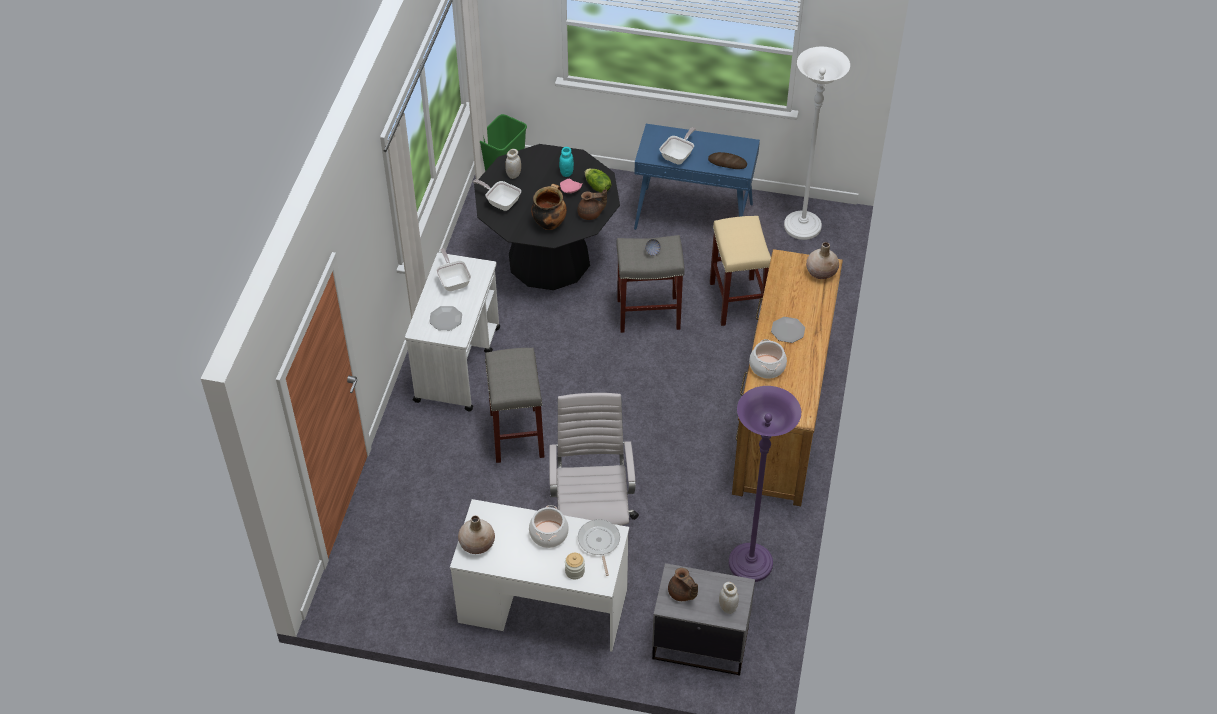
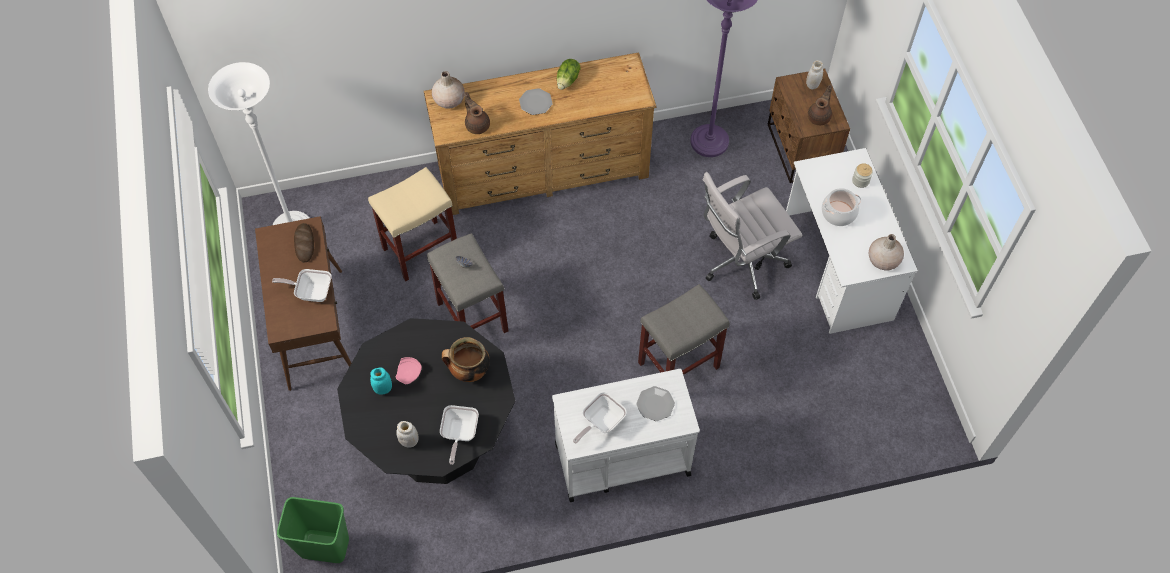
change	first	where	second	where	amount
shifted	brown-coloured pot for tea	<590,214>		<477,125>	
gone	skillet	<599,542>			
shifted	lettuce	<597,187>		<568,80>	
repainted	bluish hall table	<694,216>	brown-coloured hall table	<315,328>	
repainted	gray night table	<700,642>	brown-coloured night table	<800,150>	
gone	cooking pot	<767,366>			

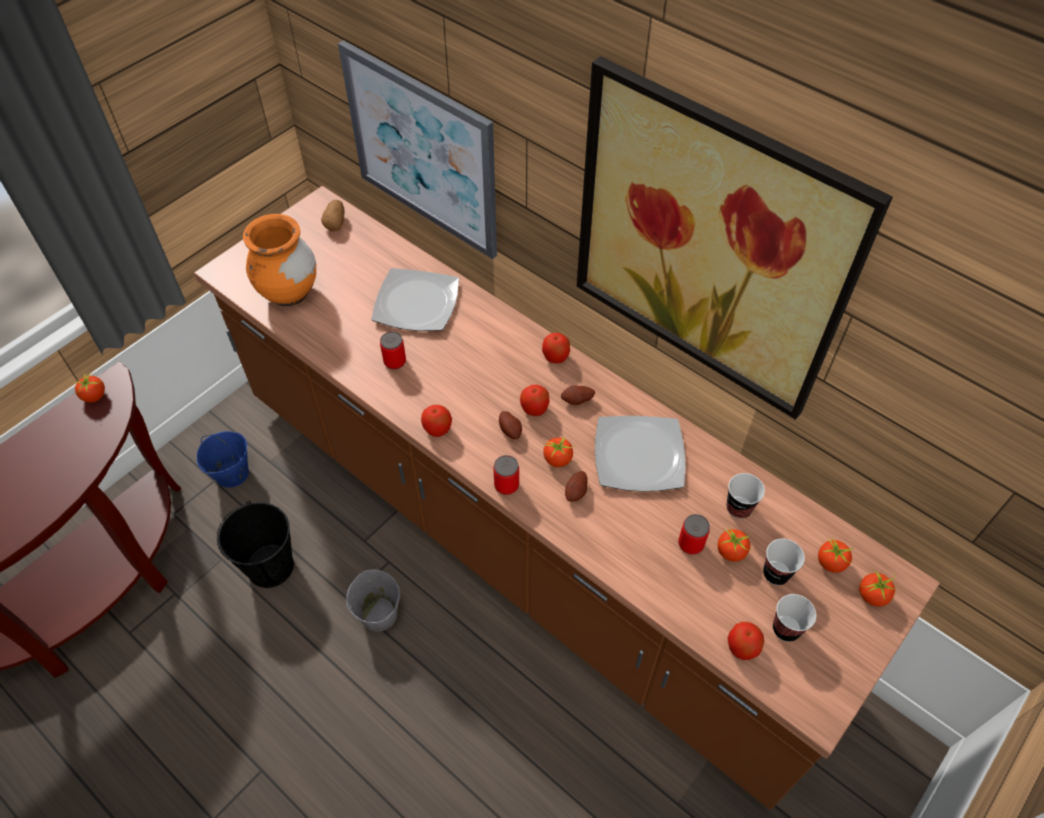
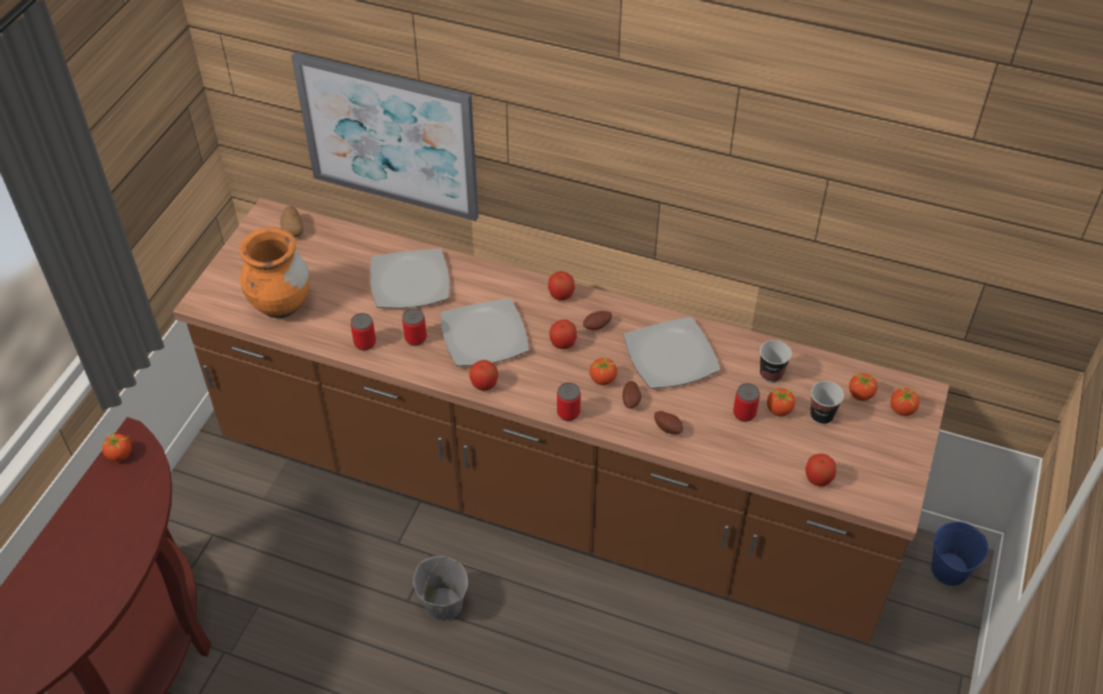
change	first	where	second	where	amount
shifted	bluish water bucket	<232,474>		<949,570>	
gone	black water bucket	<270,566>			
shifted	potato	<510,430>		<668,428>	
gone	wall picture	<709,245>			
gone	drinking cup	<786,629>			
new			metal can	<365,343>	
new			dinner plate	<483,336>	

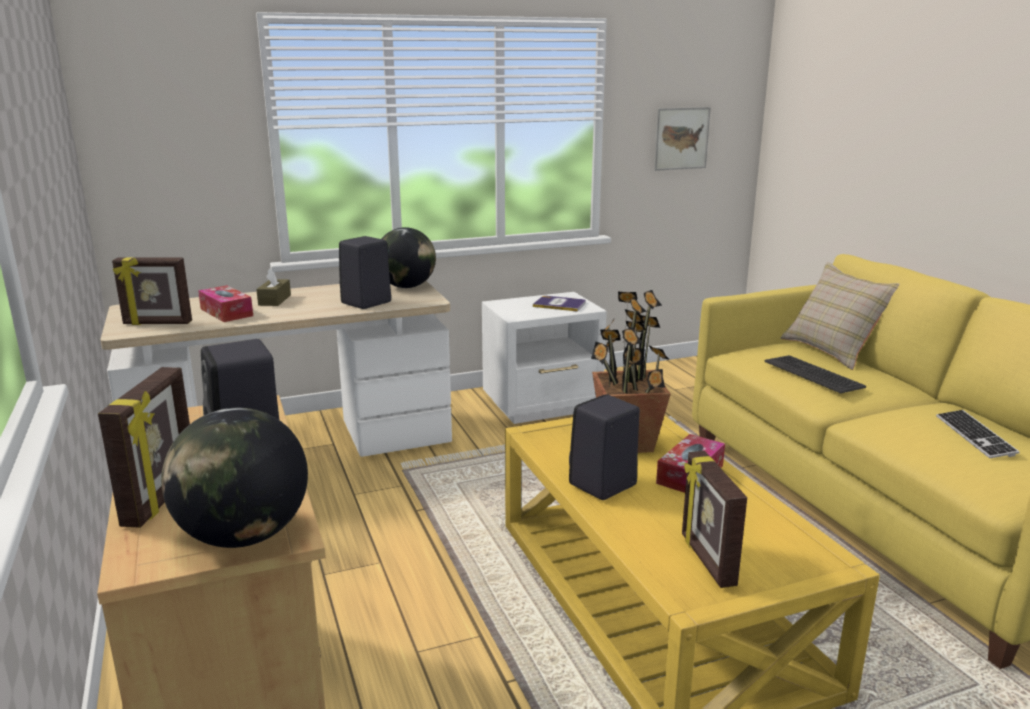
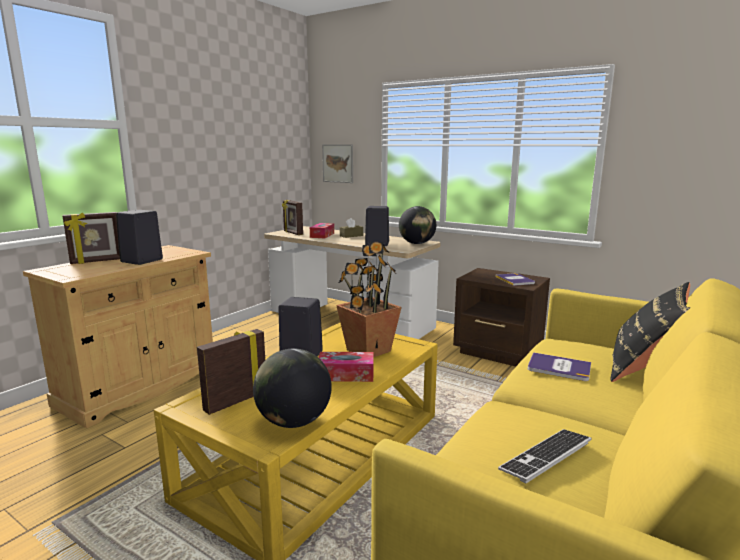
change	first	where	second	where	amount
shifted	world globe	<244,536>		<294,422>	
repainted	white-coloured night table	<544,406>	brown-coloured night table	<498,353>	
shifted	wall picture	<681,138>		<338,163>	
swapped	keyboard	<813,374>	volume	<559,368>	
repainted	beige pillow	<833,351>	black pillow	<644,368>	

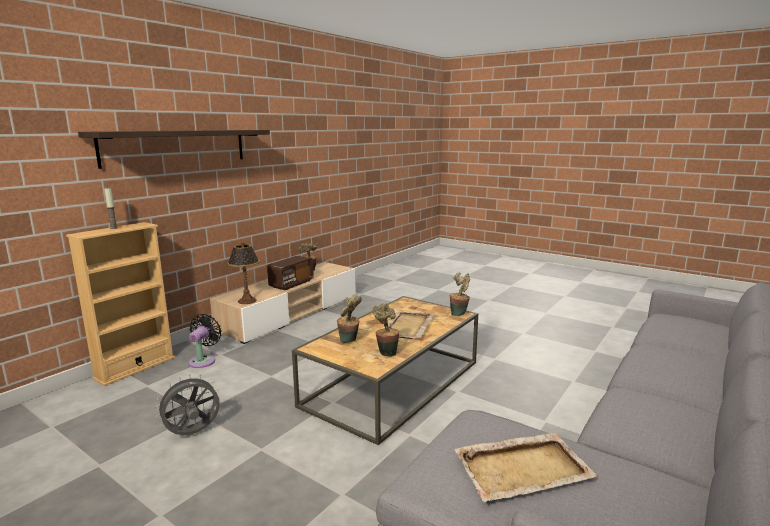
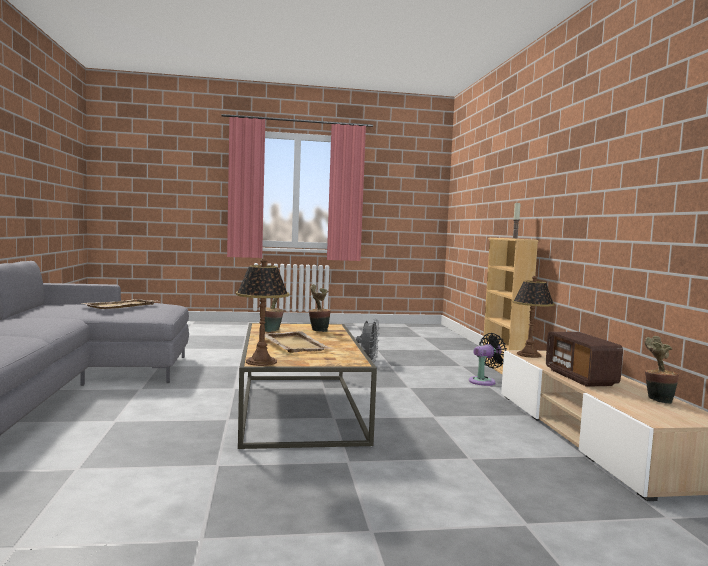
change	first	where	second	where	amount
gone	bracket shelf	<177,147>			
rotated	black fan	<204,360>		<484,381>	90 degrees counterclockwise
swapped	potted plant	<459,314>	tabletop lamp	<261,362>	

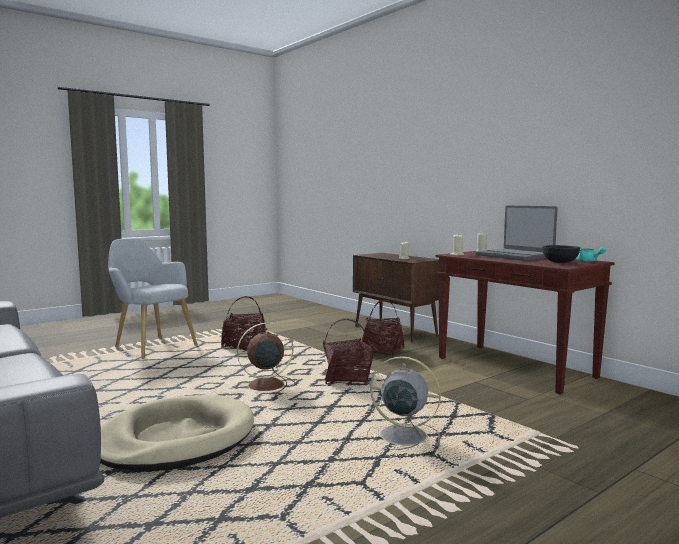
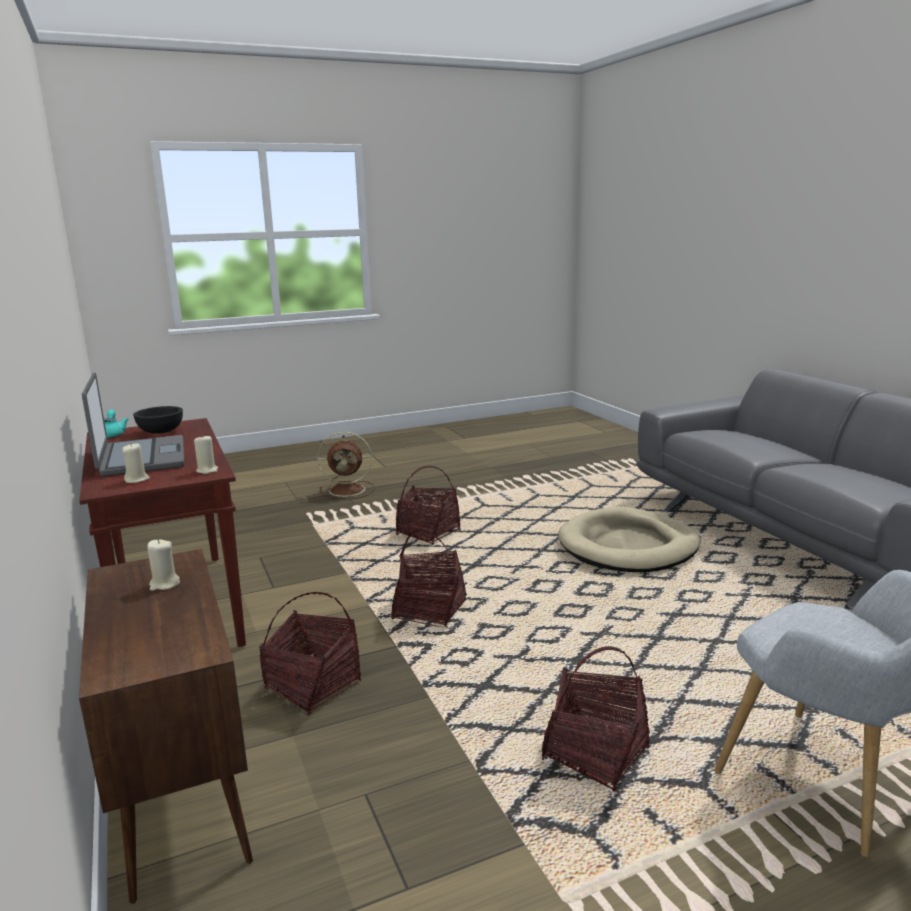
change	first	where	second	where	amount
shifted	brown-coloured fan	<264,386>		<349,490>	
swapped	gray fan	<401,435>	basket	<429,533>	

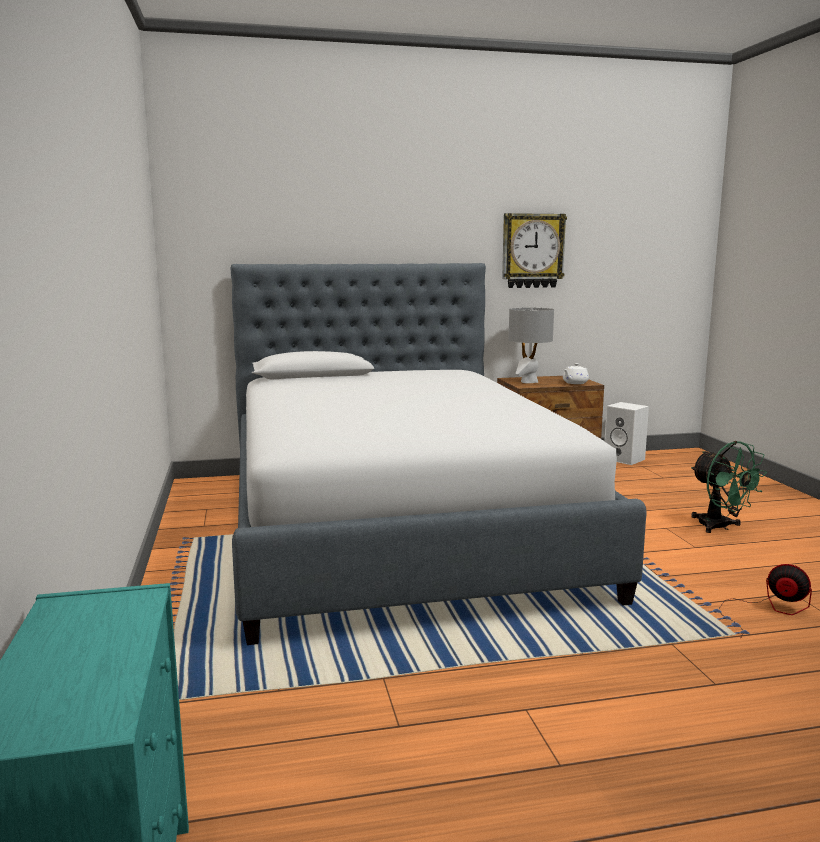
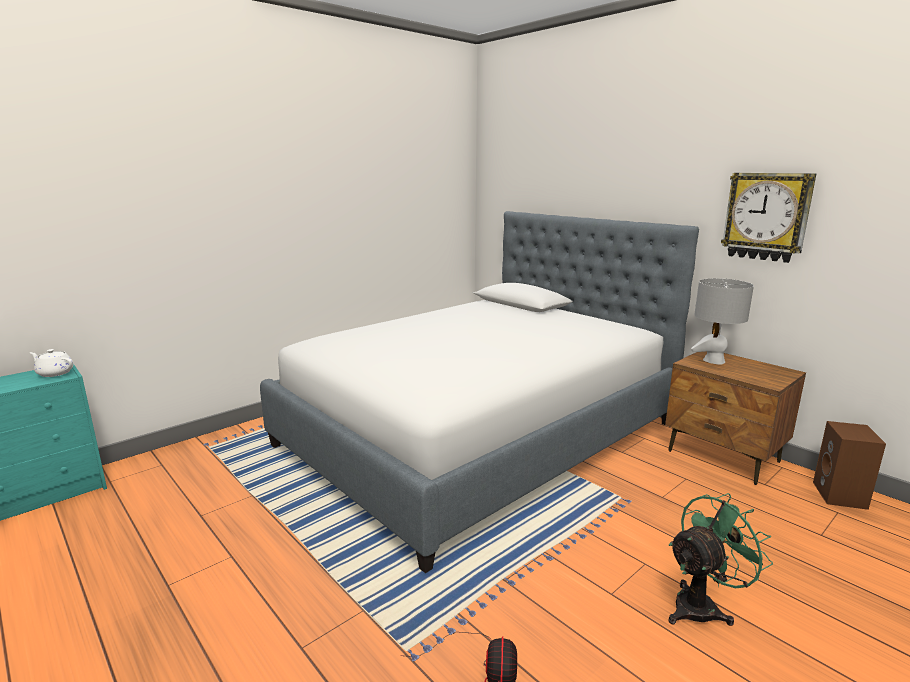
change	first	where	second	where	amount
shifted	white-coloured pot for tea	<574,383>		<54,373>	
repainted	white-coloured speaker	<625,459>	brown-coloured speaker	<841,496>	
rotated	green fan	<720,527>		<702,605>	150 degrees counterclockwise

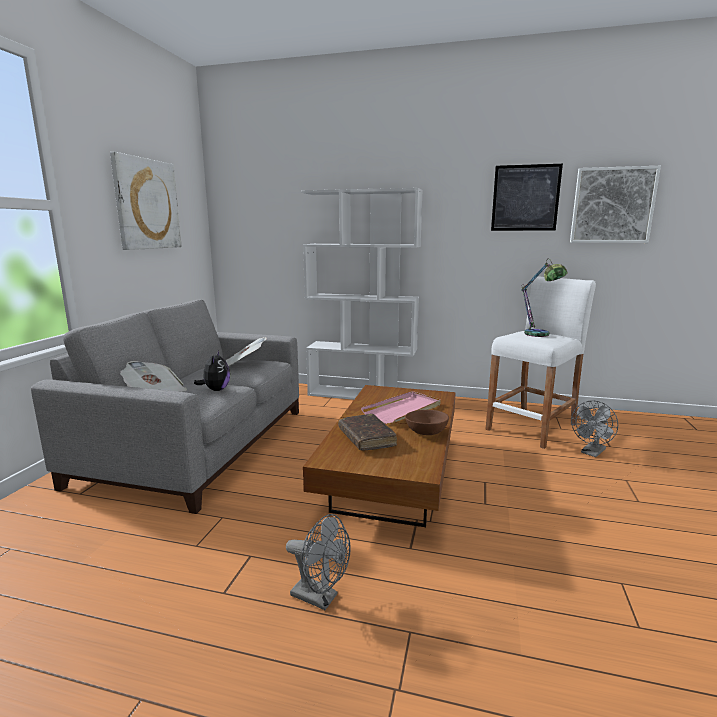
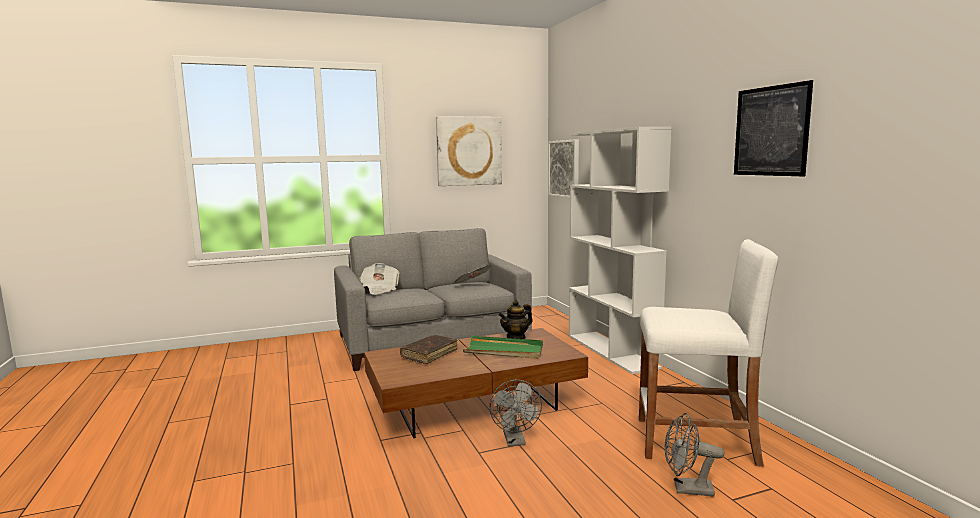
change	first	where	second	where	amount
gone	soft toy	<216,390>			
shifted	gray fan	<320,597>		<515,441>	
repainted	pinkish serving tray	<403,410>	green serving tray	<504,350>	
gone	brown-coloured bowl	<427,432>			
gone	tabletop lamp	<539,336>			
shifted	wall picture	<612,205>		<564,168>	
new			pot for tea	<516,337>	

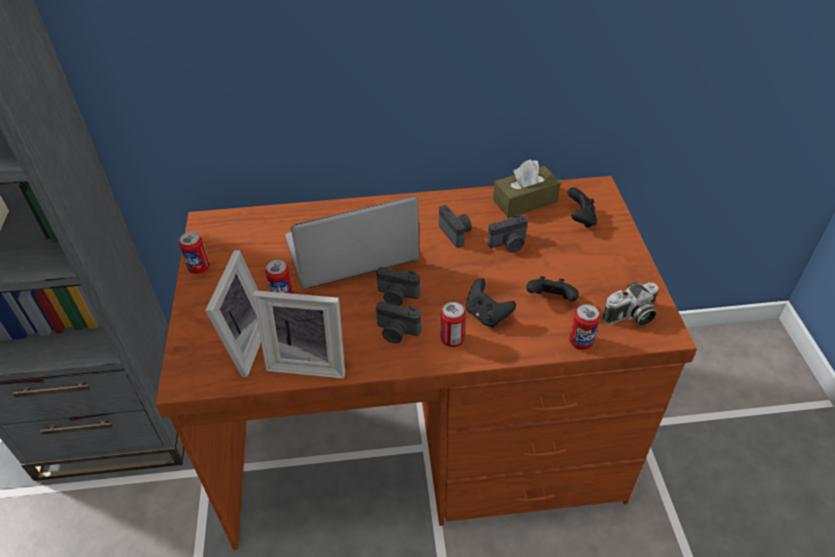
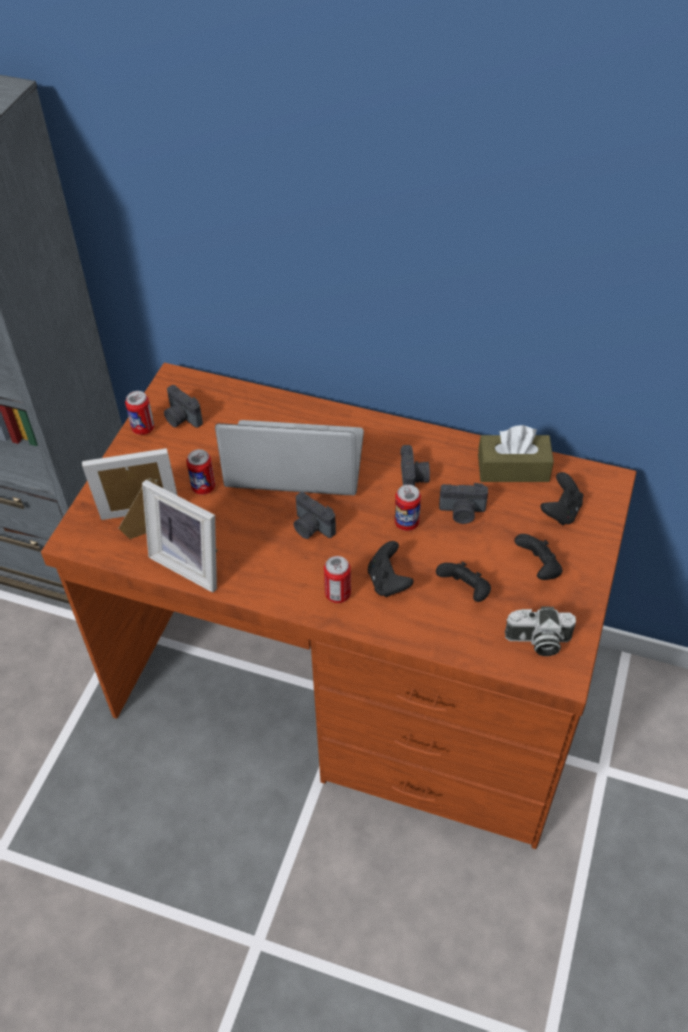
change	first	where	second	where	amount
rotated	picture frame	<242,344>		<141,523>	135 degrees counterclockwise
shifted	still camera	<396,332>		<181,418>	
shifted	metal can	<580,342>		<406,523>	
new			black gamepad	<538,568>	

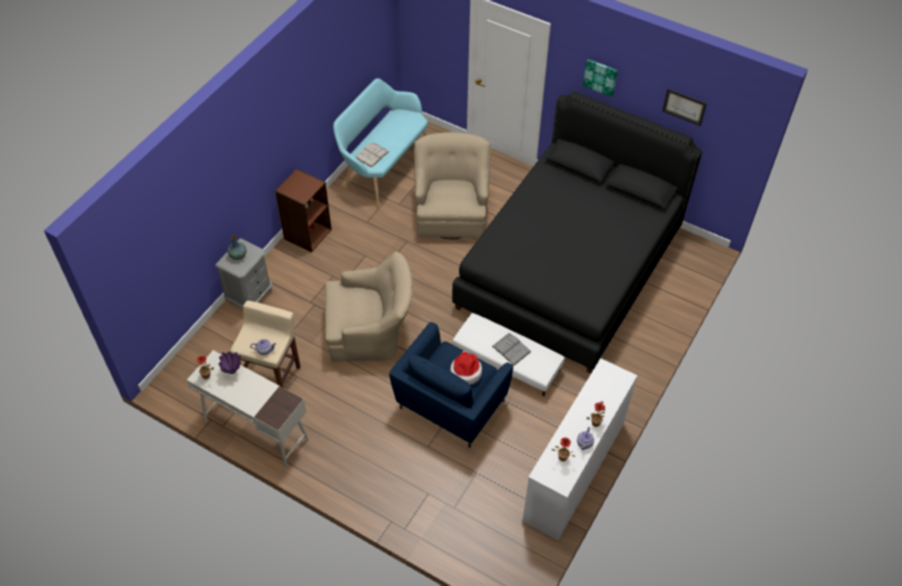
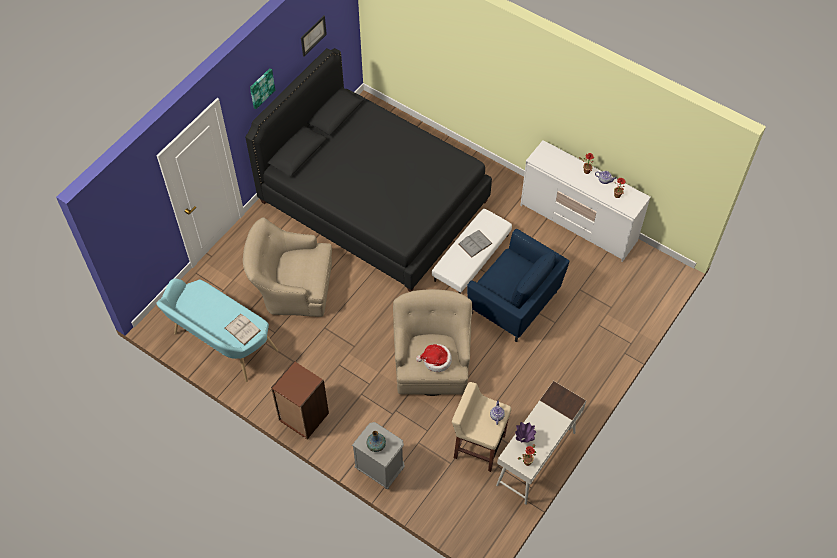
change	first	where	second	where	amount
shifted	clothing hat	<465,372>		<436,360>	

